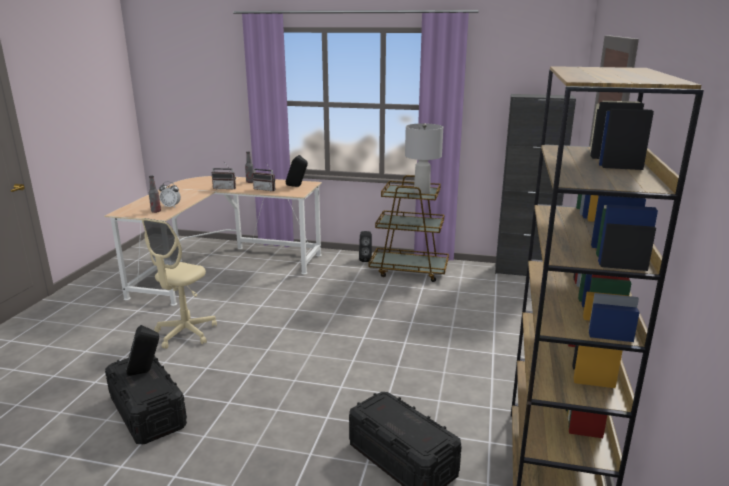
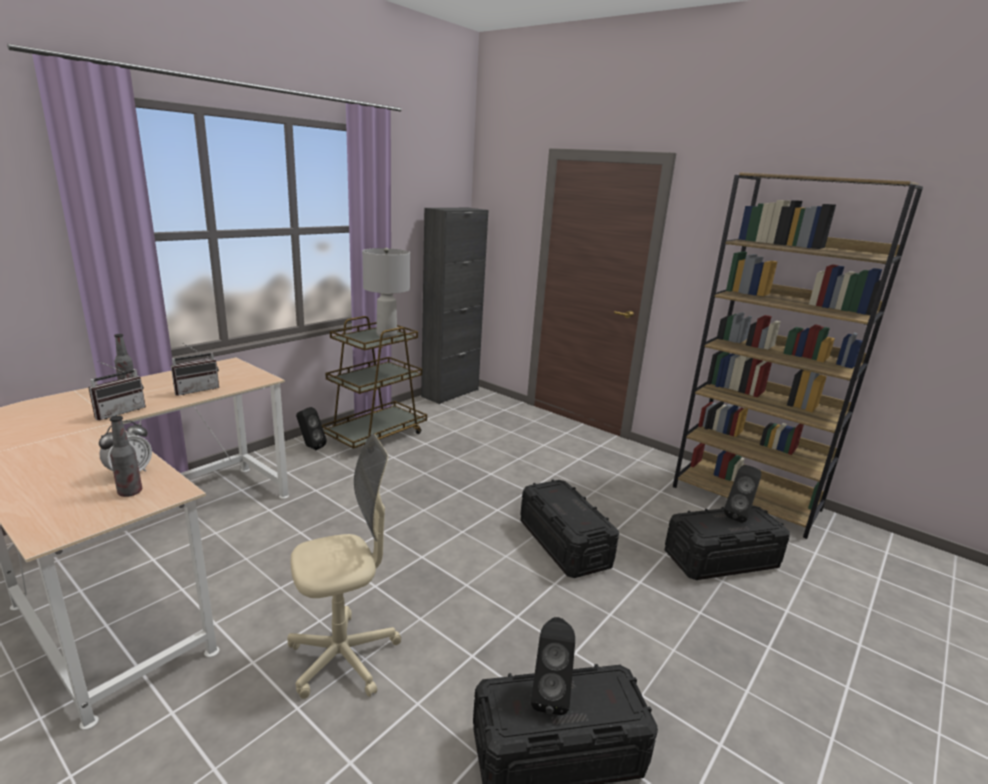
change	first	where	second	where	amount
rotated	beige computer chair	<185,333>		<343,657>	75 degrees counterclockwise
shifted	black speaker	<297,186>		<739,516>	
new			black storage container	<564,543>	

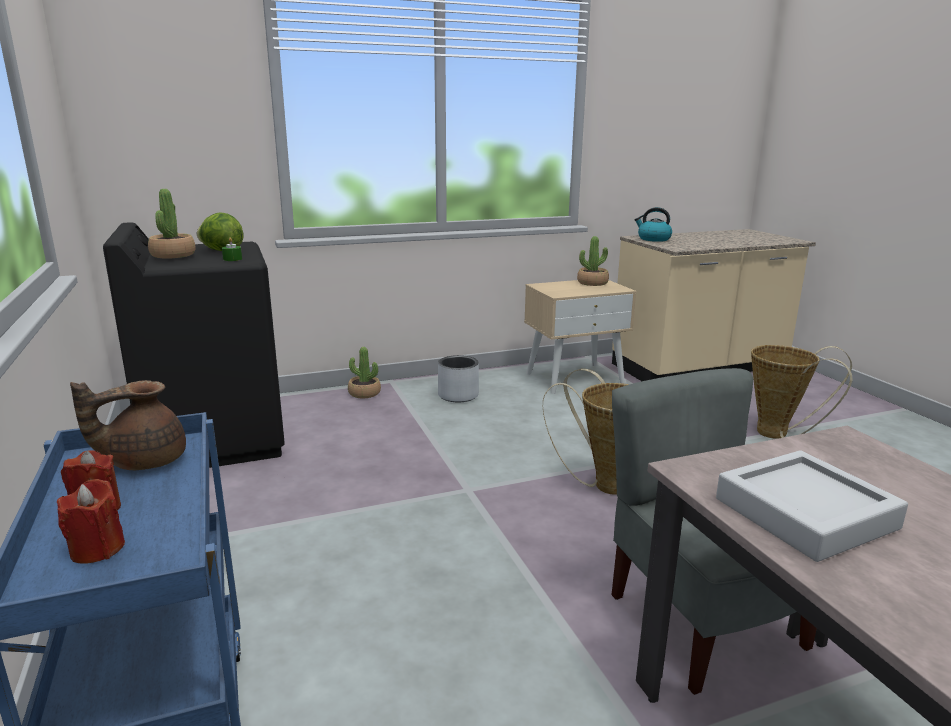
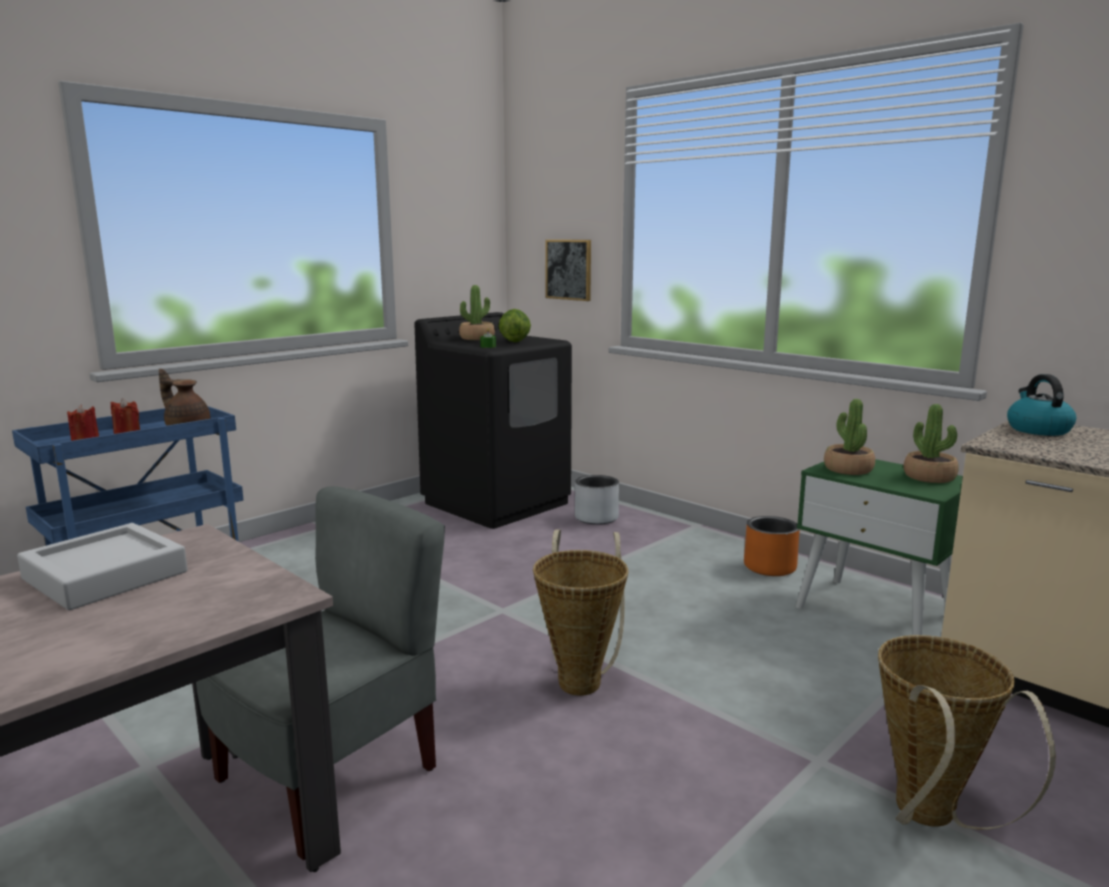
change	first	where	second	where	amount
shifted	potted plant	<364,393>		<848,469>	
shifted	gray flower pot	<458,395>		<597,518>	
repainted	beige night table	<575,378>	green night table	<874,611>	
new			wall picture	<569,269>	
new			orangey flower pot	<769,567>	

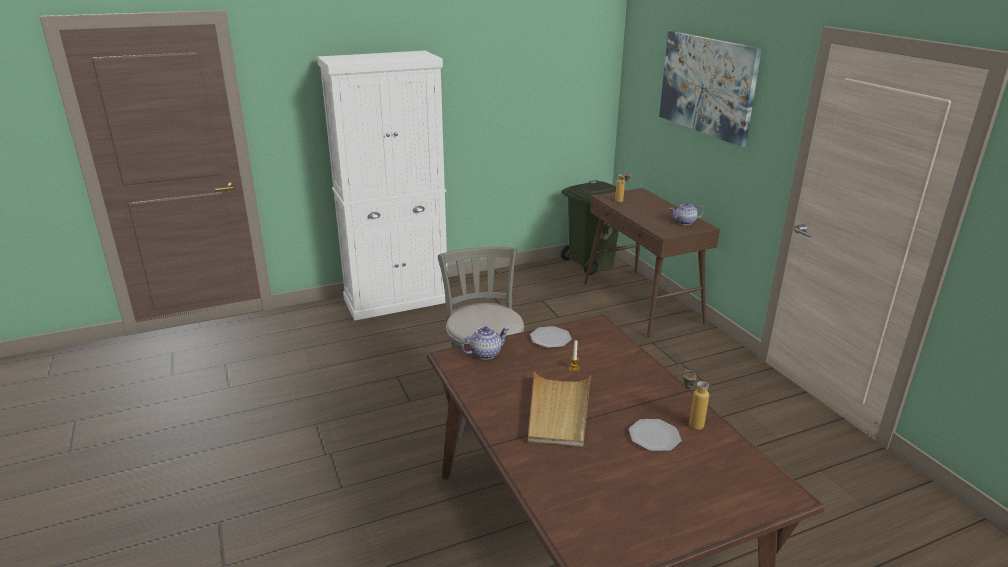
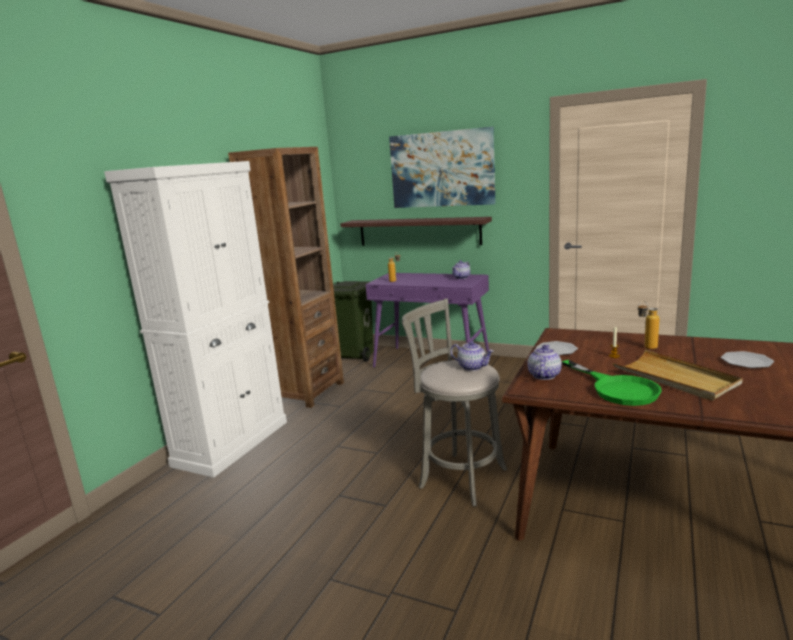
change	first	where	second	where	amount
repainted	brown-coloured hall table	<642,302>	purple-coloured hall table	<432,362>	
shifted	beverage bottle	<690,423>		<646,348>	
new			brown-coloured shelving unit	<306,391>	
new			bracket shelf	<418,232>	
new			pot for tea	<472,367>	
new			green skillet	<617,389>	

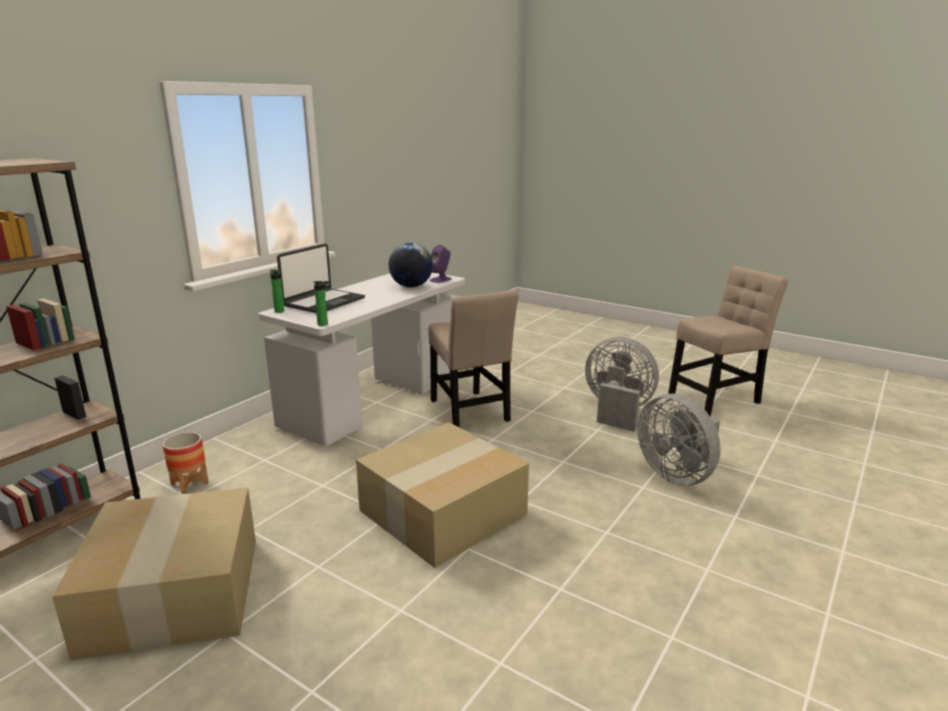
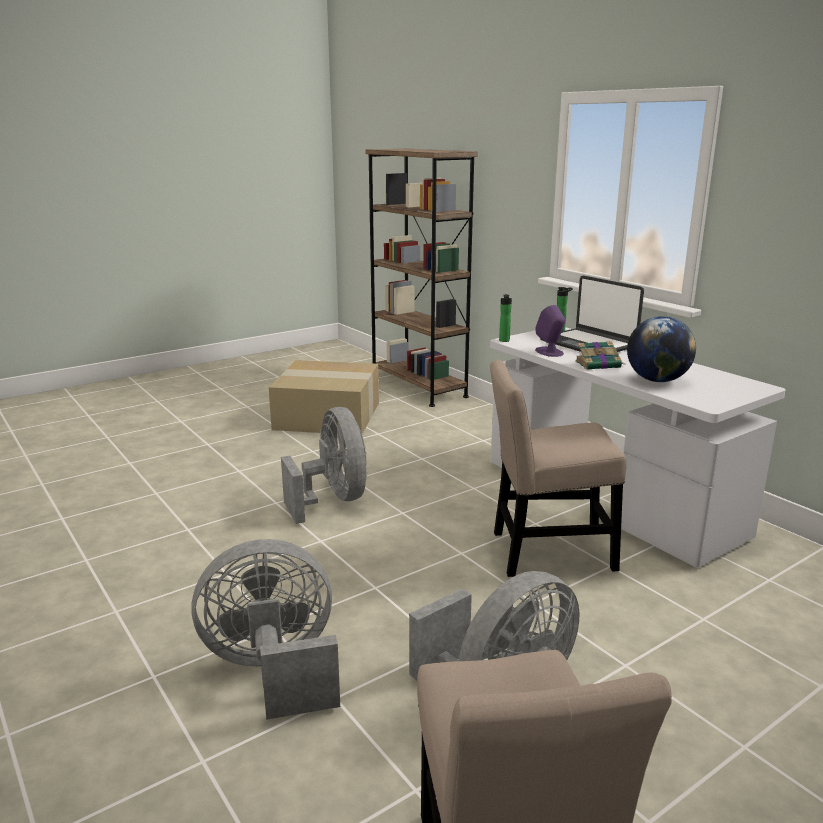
change	first	where	second	where	amount
gone	flower pot	<189,483>			
swapped	cardboard box	<442,514>	gray fan	<333,500>	
shifted	purple-coloured speaker	<440,279>		<549,352>	
new			volume	<599,364>	

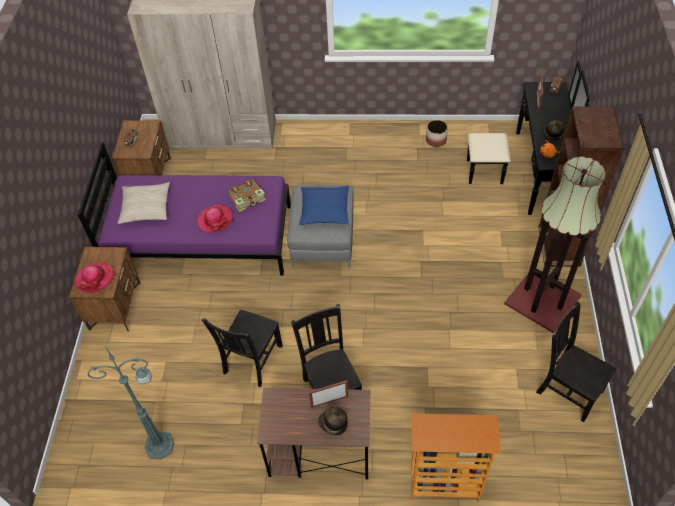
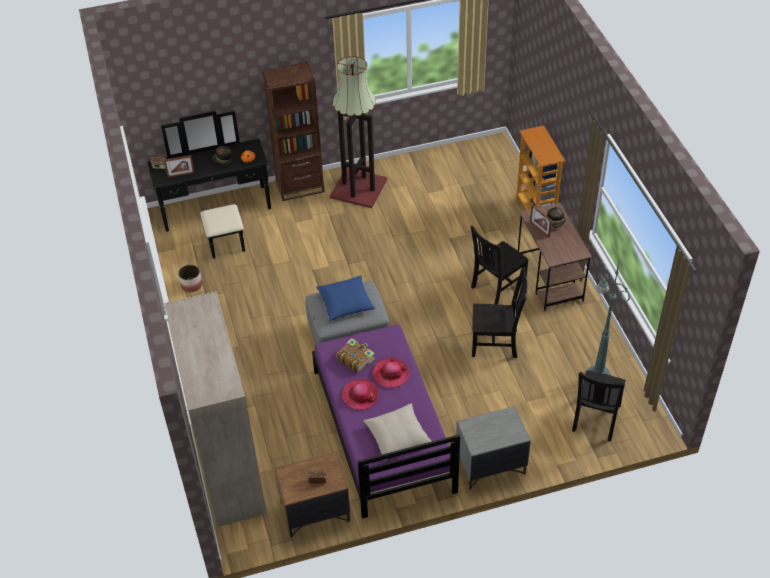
change	first	where	second	where	amount
repainted	brown-coloured night table	<115,305>	gray night table	<490,465>	
shifted	clothing hat	<95,278>		<360,395>	
shifted	black chair	<567,389>		<595,419>	

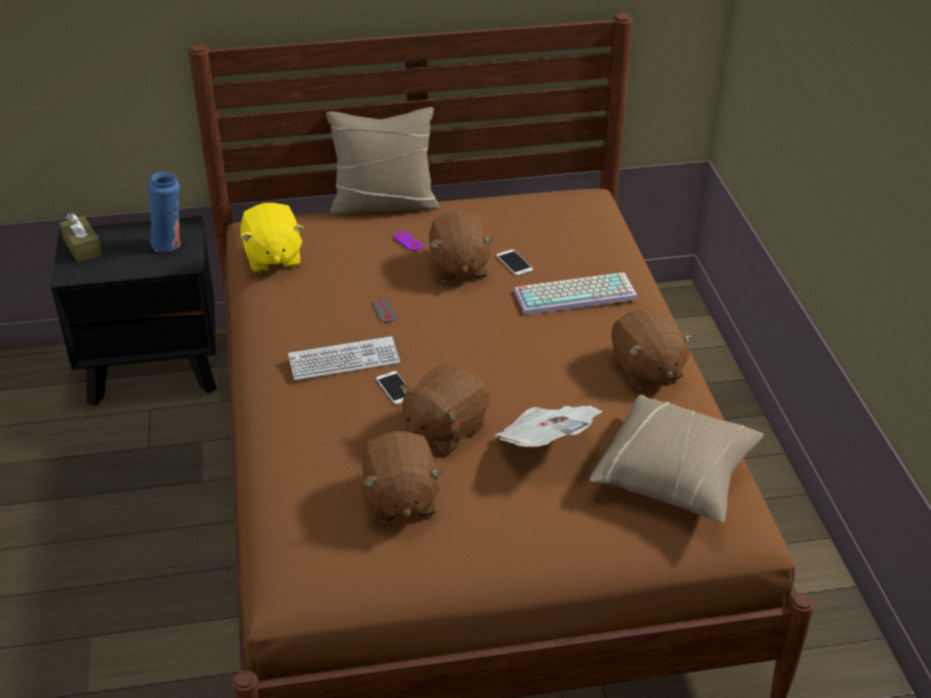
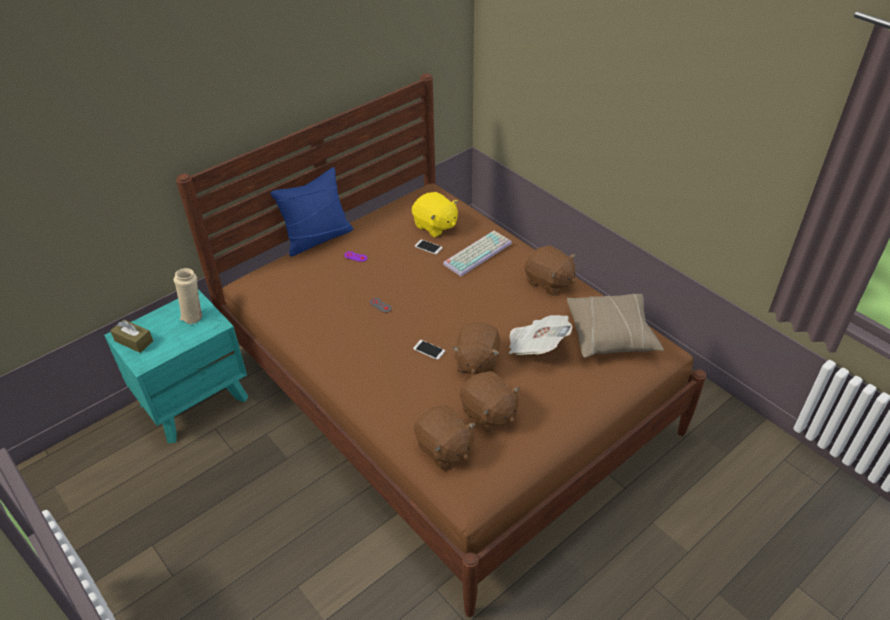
change	first	where	second	where	amount
repainted	black night table	<154,368>	blue-green night table	<195,401>	
repainted	bluish decorative vase	<169,244>	beige decorative vase	<194,316>	
shifted	yellow soft toy	<272,258>		<435,226>	
gone	keyboard	<344,360>			
repainted	beige pillow	<384,204>	bluish pillow	<317,238>	
shifted	brown-coloured soft toy	<458,267>		<444,448>	

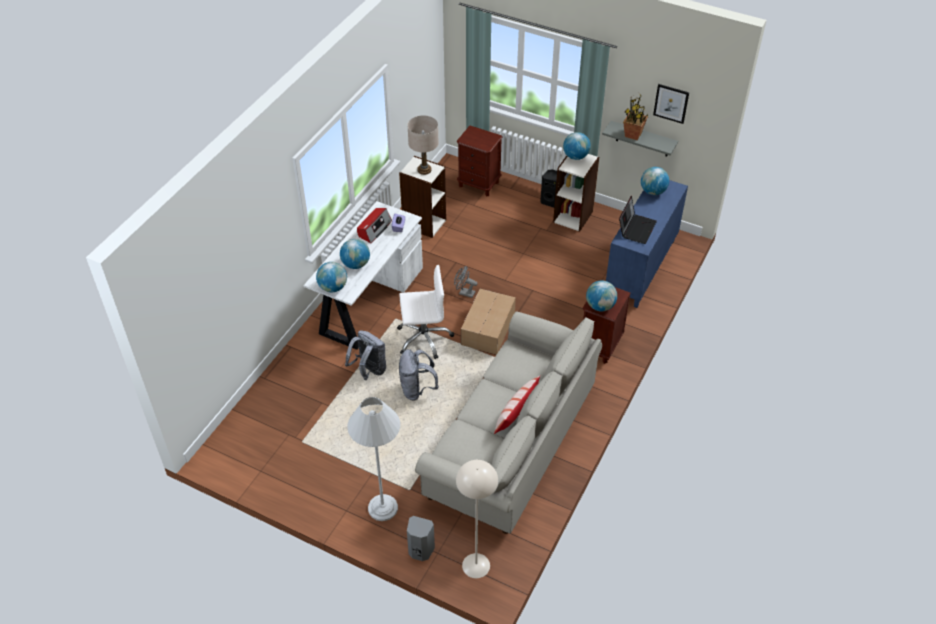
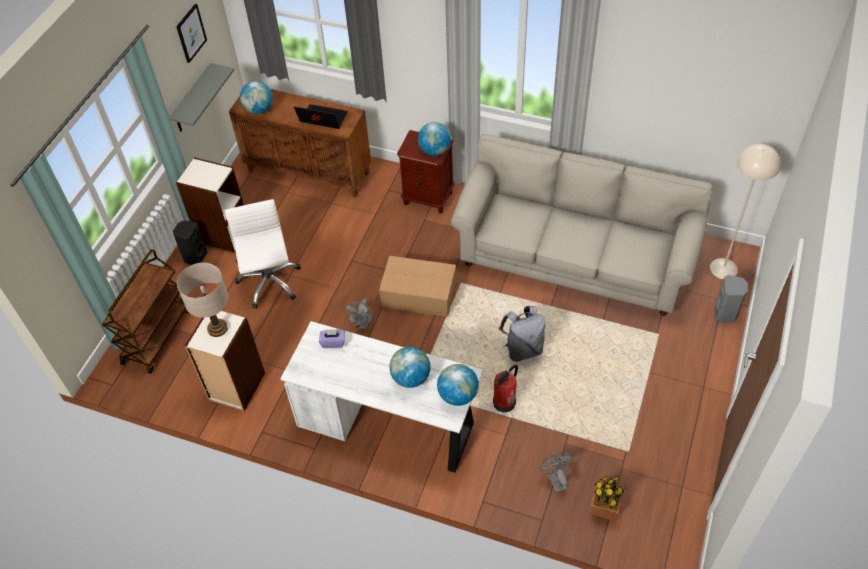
change	first	where	second	where	amount
swapped	gray rucksack	<369,370>	fire-fighting cylinder	<504,402>	
gone	white-coloured standing lamp	<383,508>			
gone	radio	<374,229>			
shifted	white-coloured computer chair	<424,338>		<269,282>	
swapped	brown-coloured night table	<478,184>	brown-coloured wheeled cart	<157,335>	
gone	pillow	<516,413>			
gone	world globe	<575,156>			
repainted	bluish storage cabinet	<641,269>	brown-coloured storage cabinet	<309,171>	
shifted	potted plant	<633,135>		<604,508>	
new			gray fan	<555,479>	

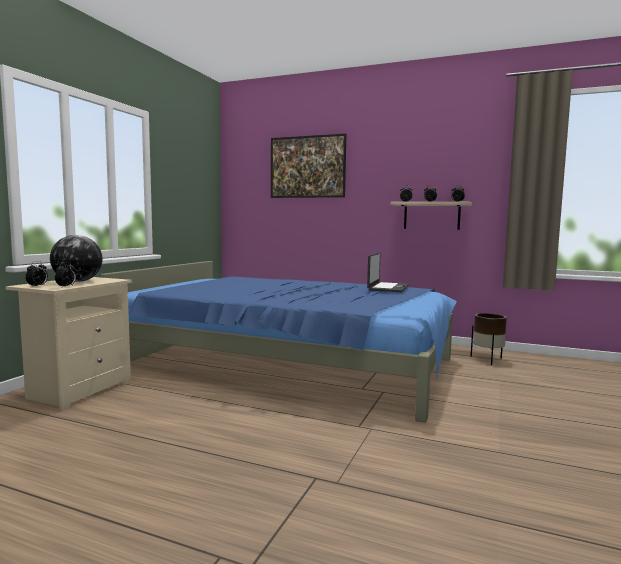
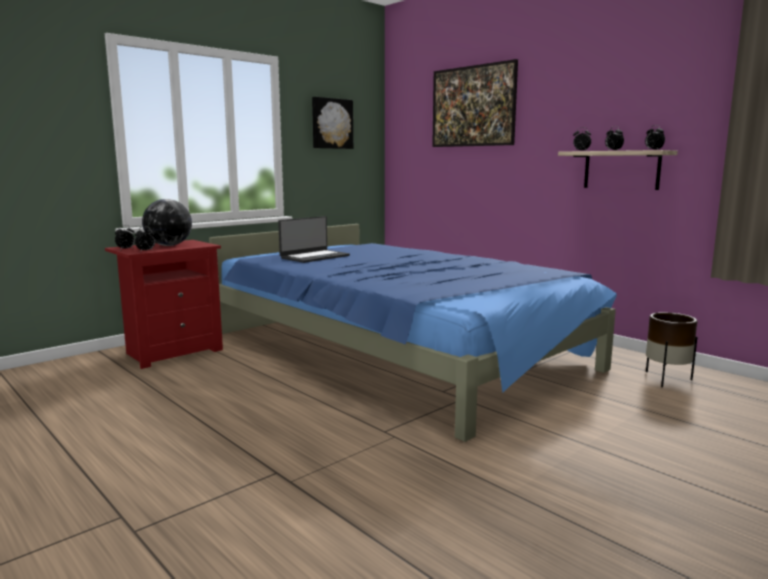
change	first	where	second	where	amount
repainted	beige night table	<78,390>	red-coloured night table	<172,352>	
shifted	notebook computer	<387,287>		<314,257>	
new			wall picture	<331,123>	

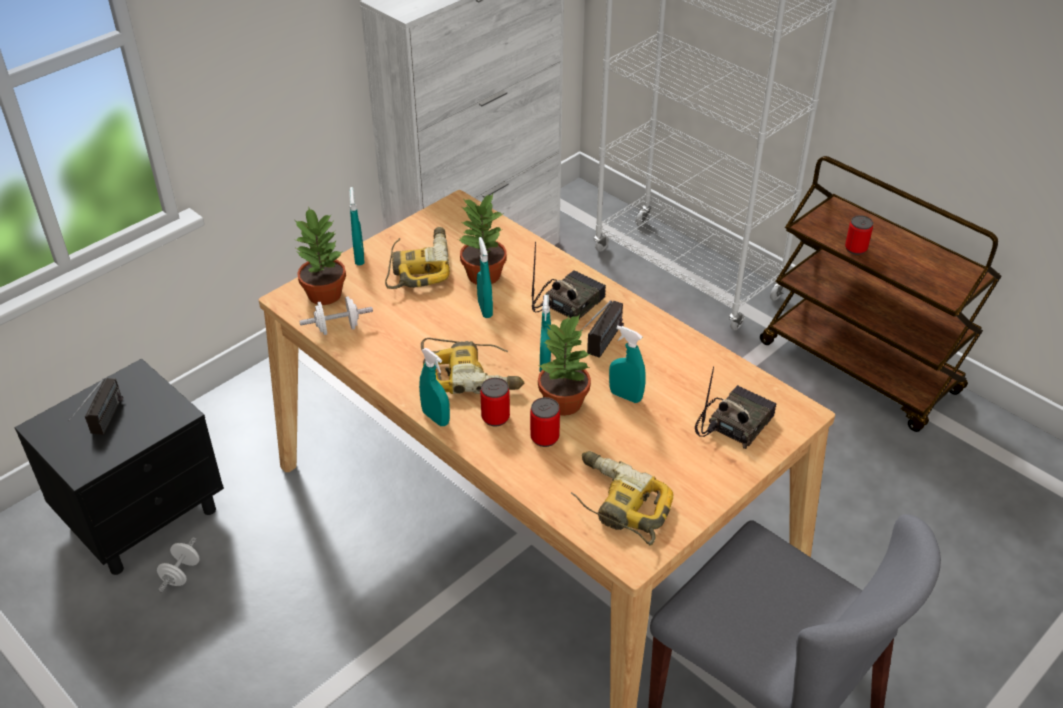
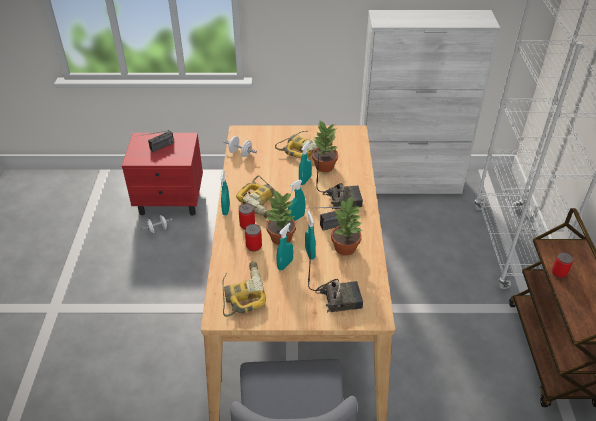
change	first	where	second	where	amount
repainted	black night table	<145,516>	red-coloured night table	<171,201>	
shifted	potted plant	<325,294>		<346,247>	
shifted	blue-green sprayer	<359,257>		<285,264>	

